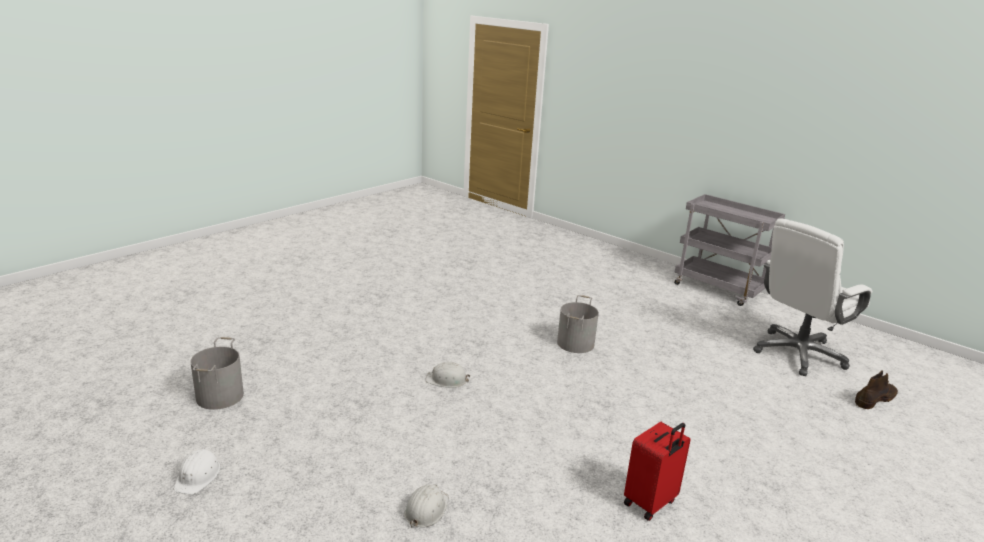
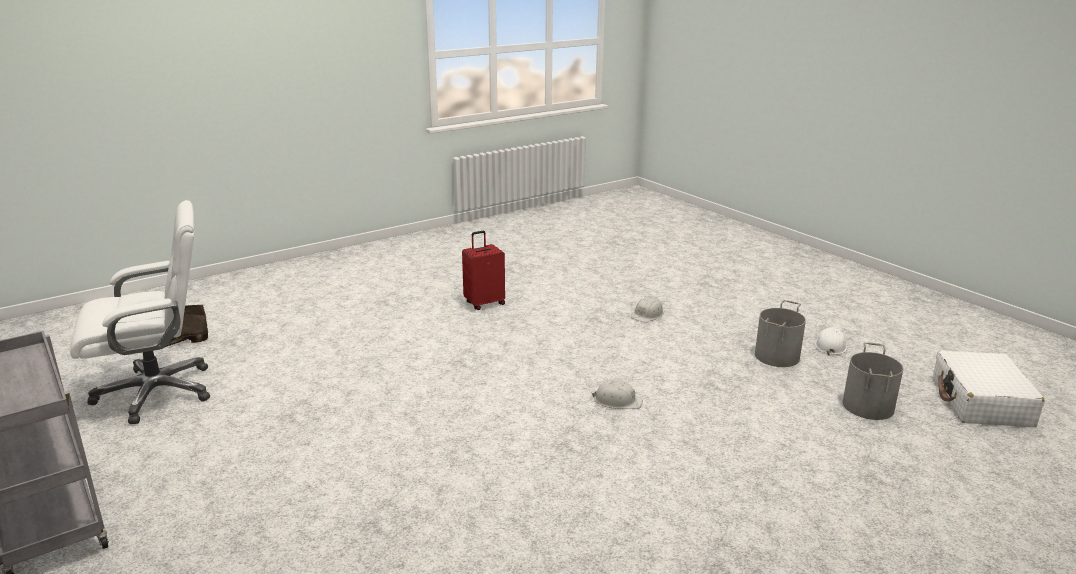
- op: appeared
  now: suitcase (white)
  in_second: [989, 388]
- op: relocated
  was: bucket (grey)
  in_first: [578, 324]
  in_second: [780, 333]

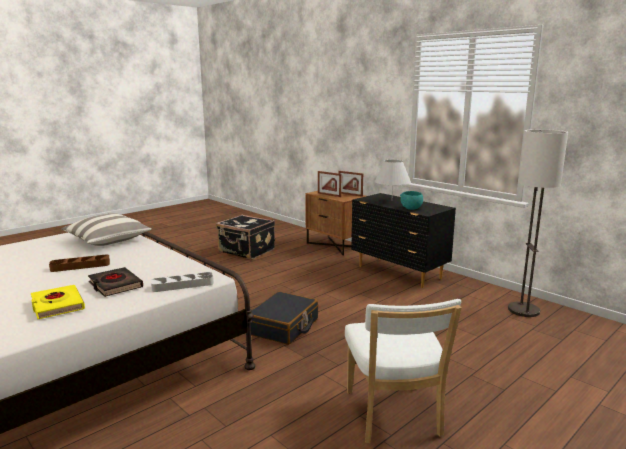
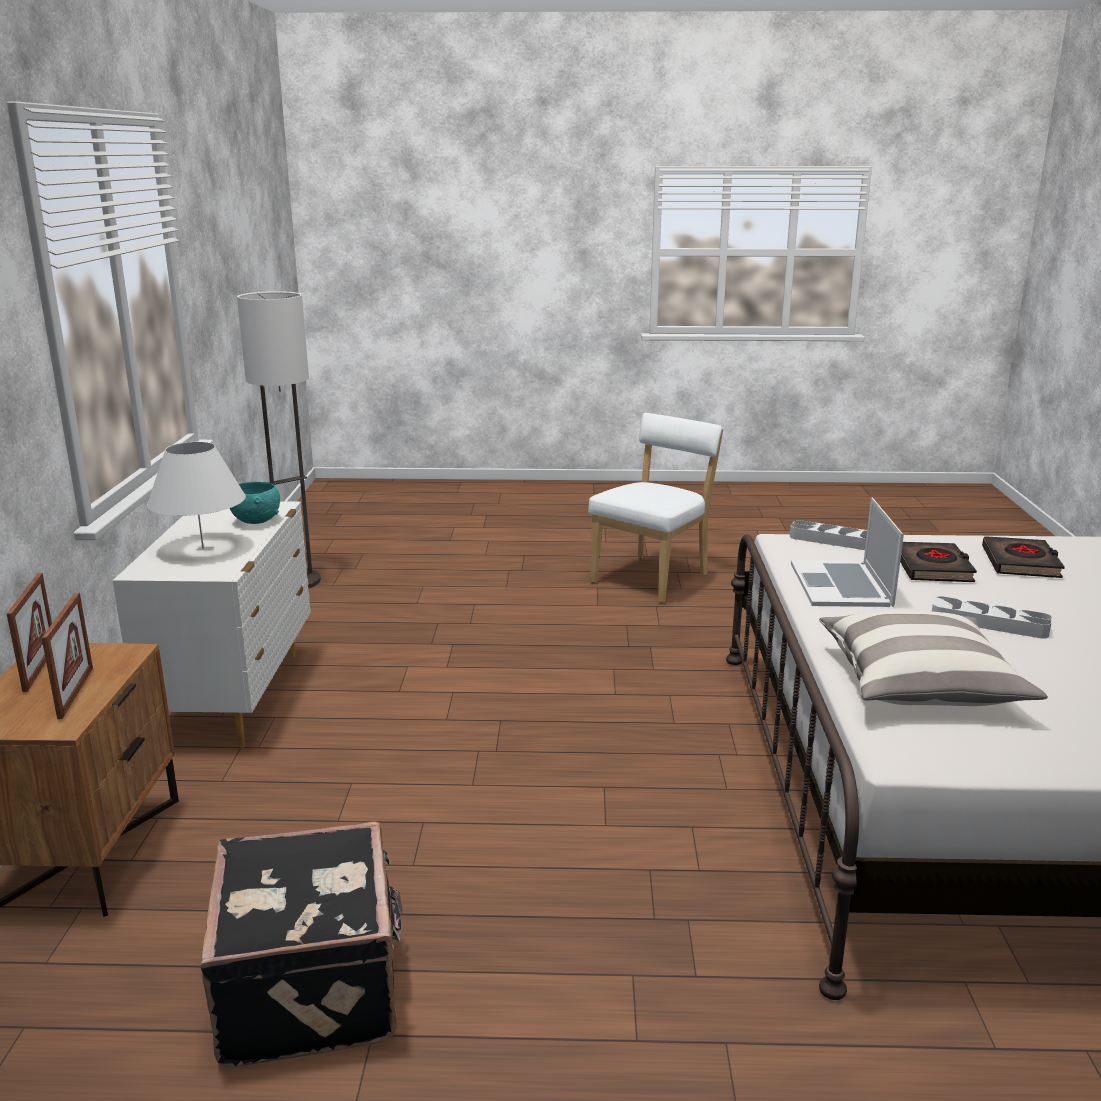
- op: missing
  was: suitcase (black)
  in_first: [284, 318]
- op: appeared
  now: laptop
  in_second: [847, 552]
- op: colour
  was: book (yellow)
  now: book (black)
  in_first: [58, 302]
  in_second: [1023, 557]
- op: colour
  was: tray (brown)
  now: tray (grey)
  in_first: [79, 263]
  in_second: [992, 617]
- op: colour
  was: dresser (black)
  now: dresser (white)
  in_first: [403, 240]
  in_second: [212, 624]

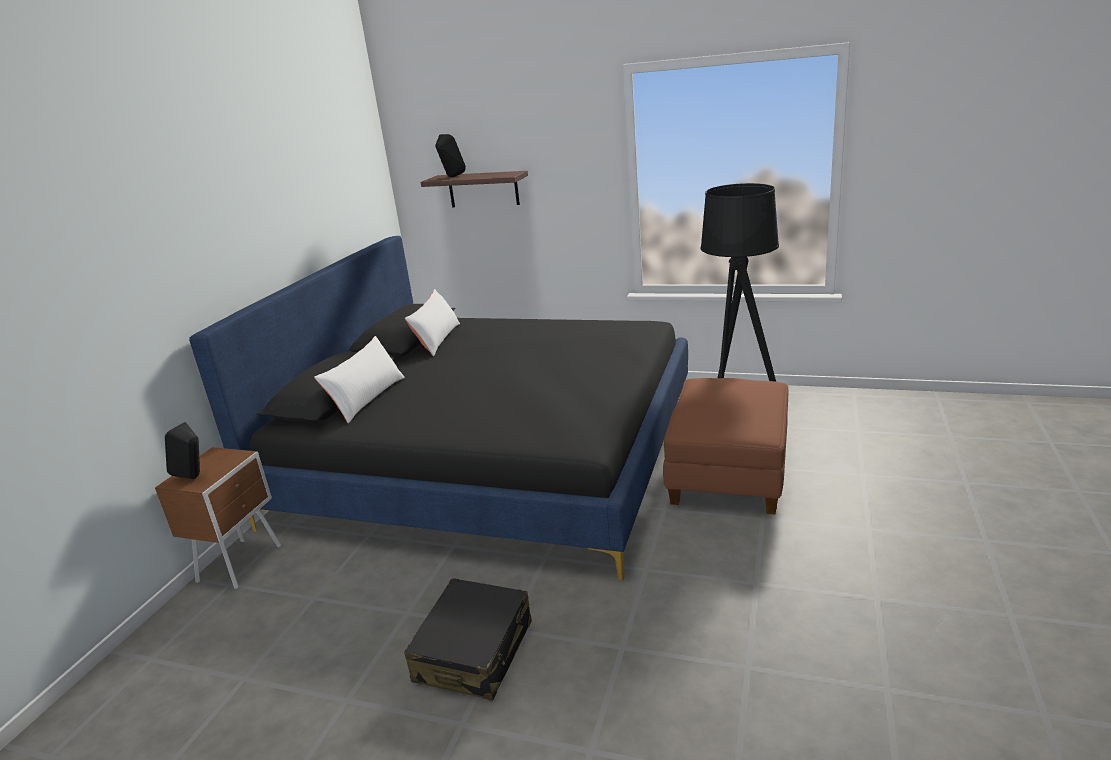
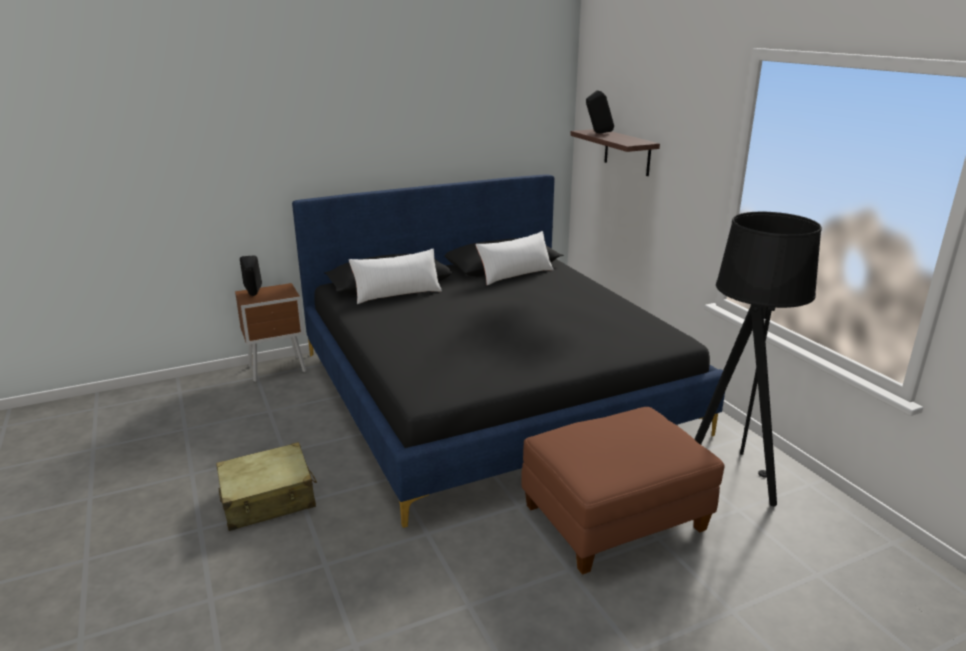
- op: colour
  was: suitcase (black)
  now: suitcase (beige)
  in_first: [468, 639]
  in_second: [266, 486]

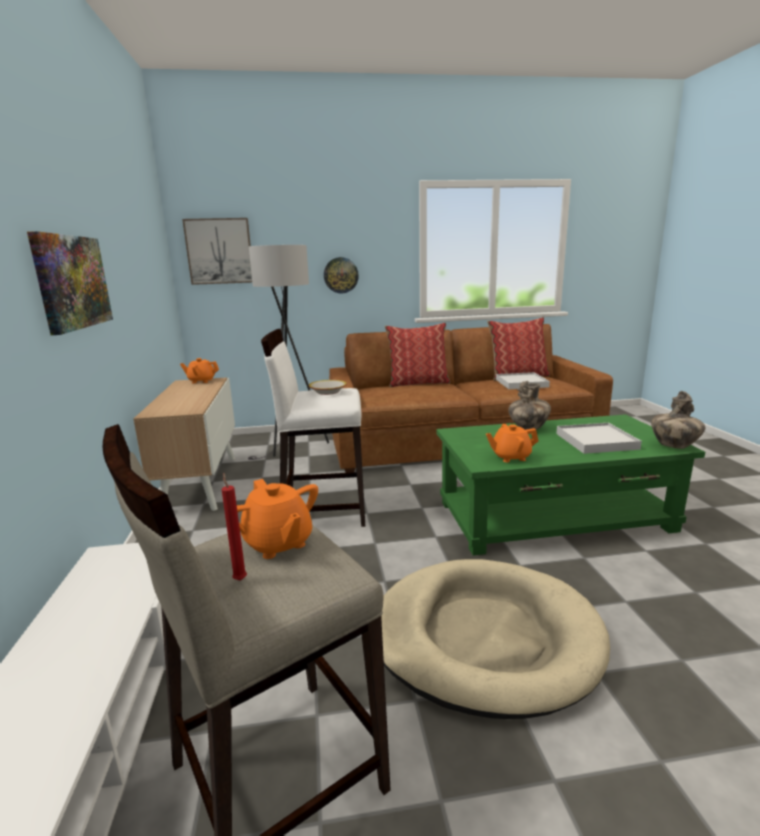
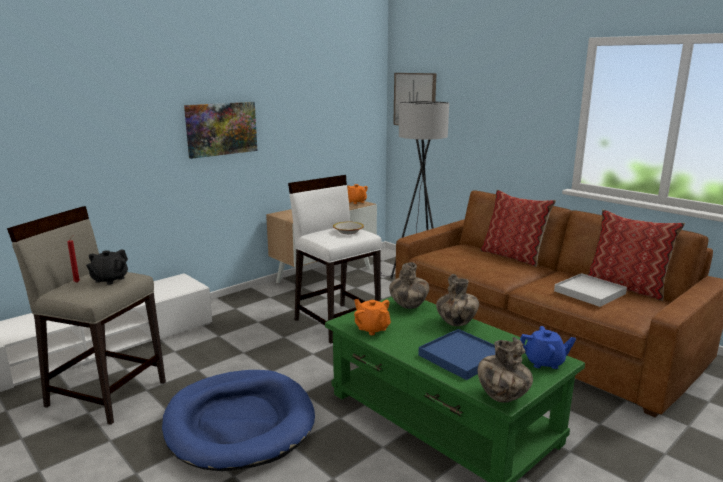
- op: missing
  was: wall clock
  in_first: [341, 275]
- op: appeared
  now: vase
  in_second: [409, 285]
- op: appeared
  now: teapot (blue)
  in_second: [548, 347]
- op: colour
  was: teapot (orange)
  now: teapot (black)
  in_first: [277, 519]
  in_second: [107, 267]
- op: colour
  was: dog bed (beige)
  now: dog bed (blue)
  in_first: [495, 639]
  in_second: [238, 420]
- op: colour
  was: tray (white)
  now: tray (blue)
  in_first: [599, 438]
  in_second: [456, 354]

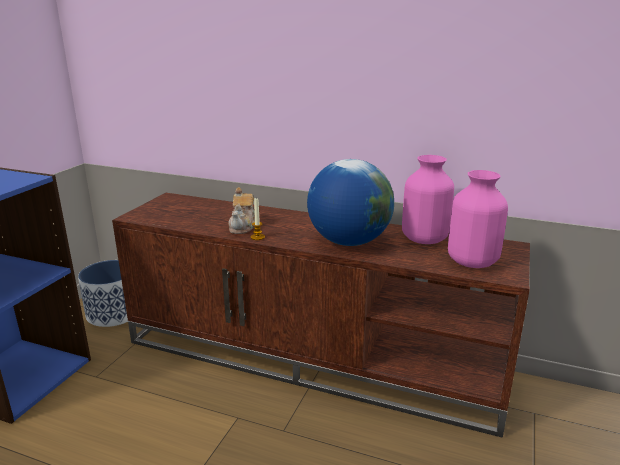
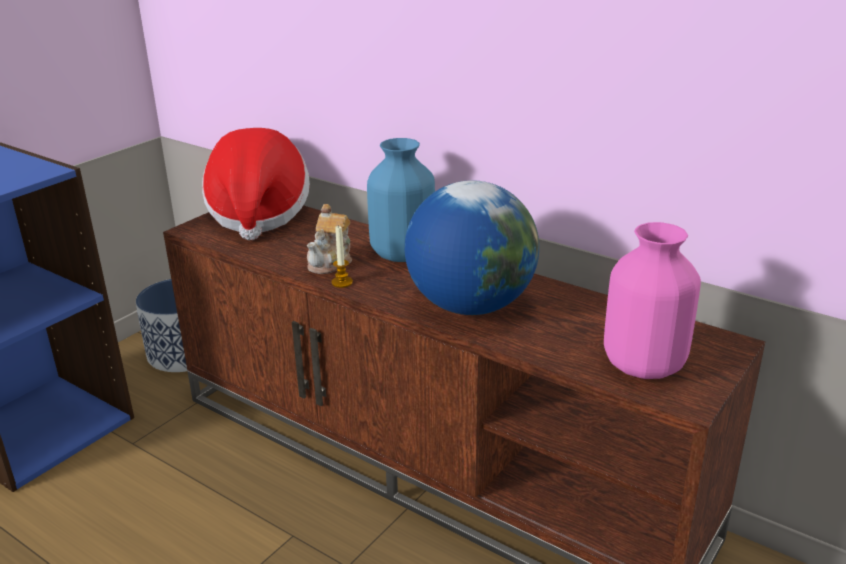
- op: missing
  was: vase (pink)
  in_first: [428, 199]
- op: appeared
  now: hat
  in_second: [256, 184]
- op: appeared
  now: vase (blue)
  in_second: [401, 200]

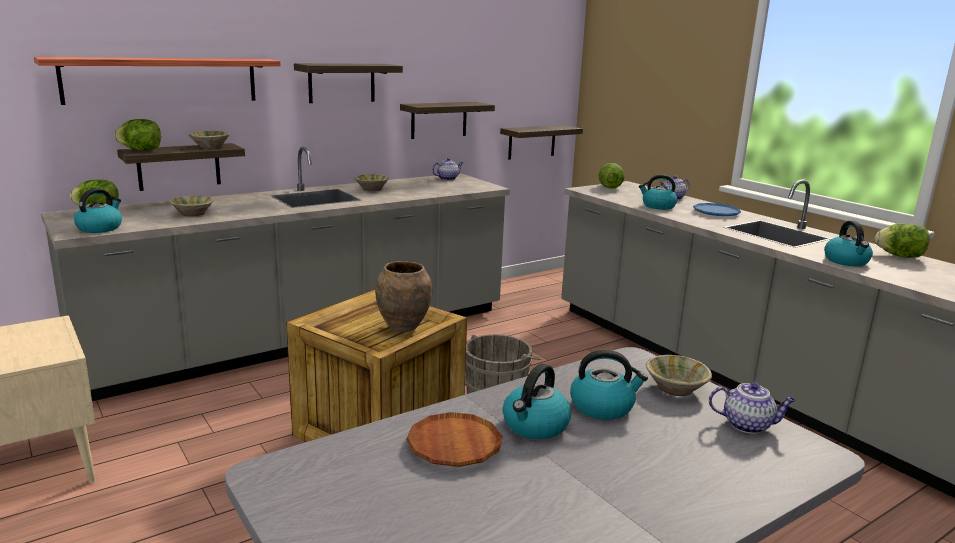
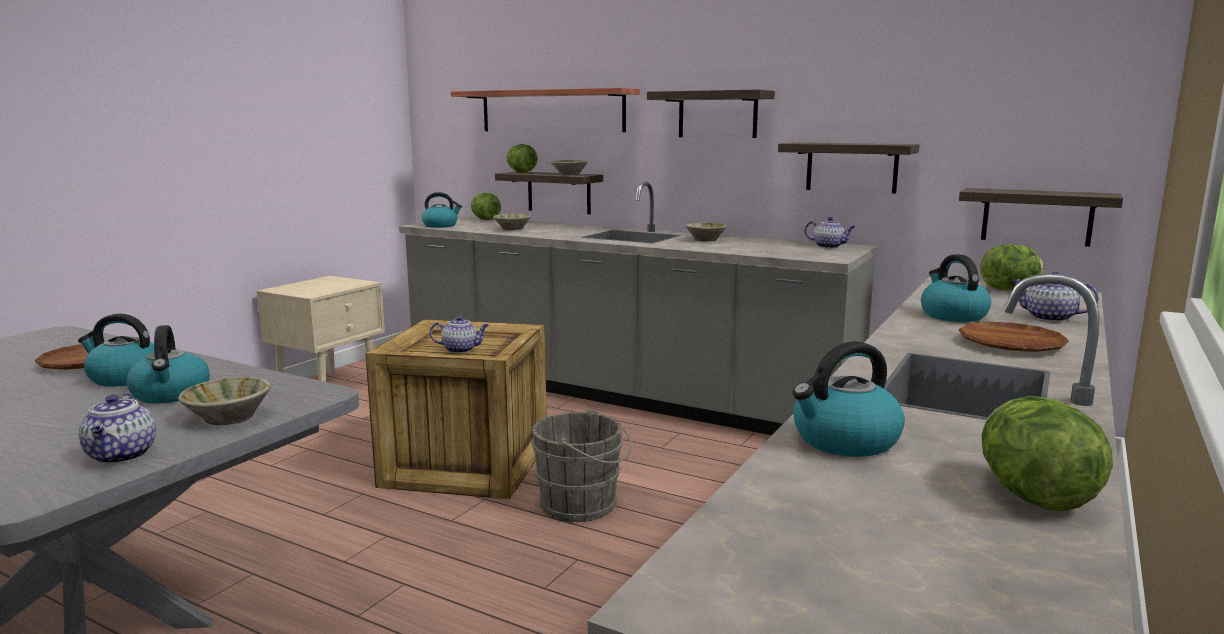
- op: exchanged
  was: vase (brown)
  now: teapot
  in_first: [403, 296]
  in_second: [459, 334]
- op: colour
  was: plate (blue)
  now: plate (brown)
  in_first: [717, 209]
  in_second: [1014, 337]

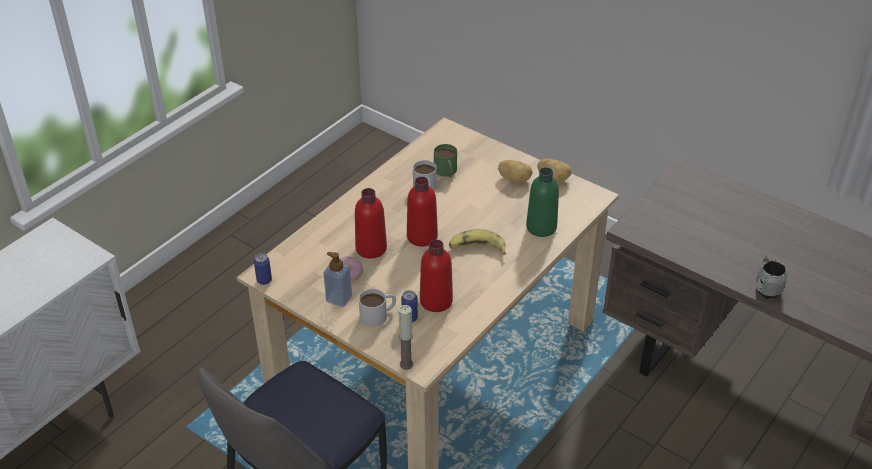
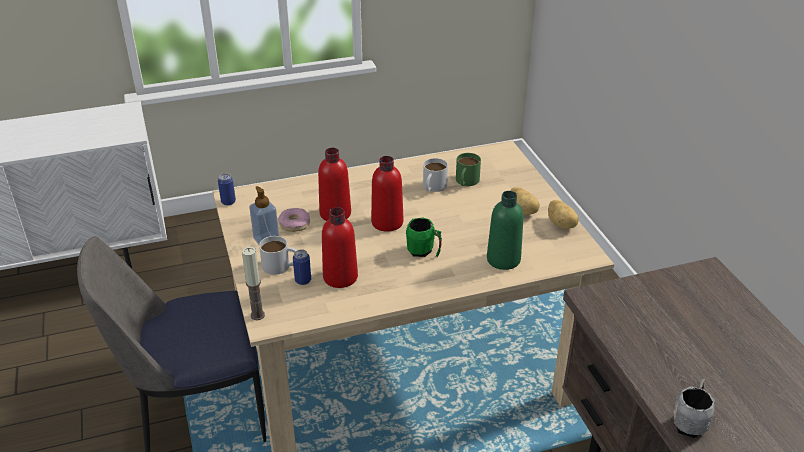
- op: exchanged
  was: banana
  now: mug (green)
  in_first: [477, 242]
  in_second: [424, 237]

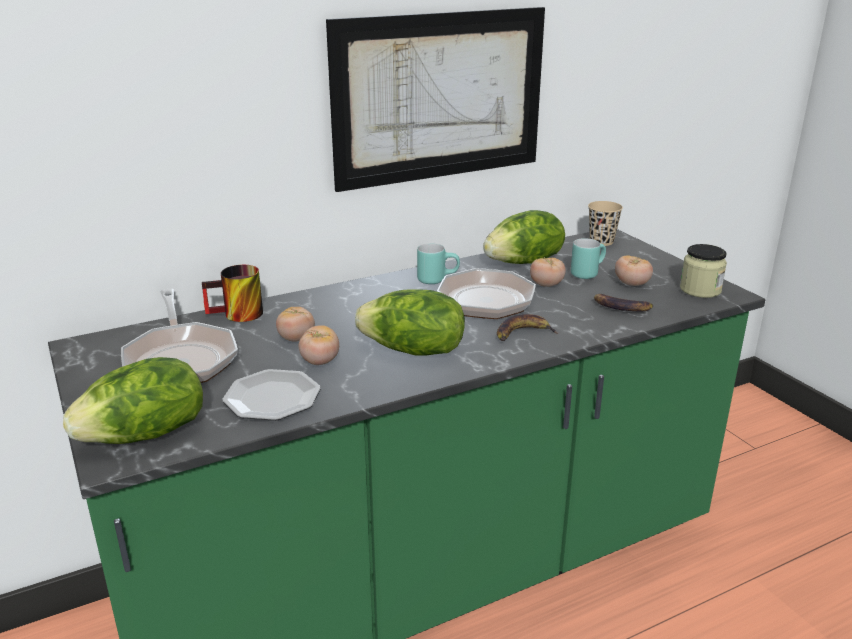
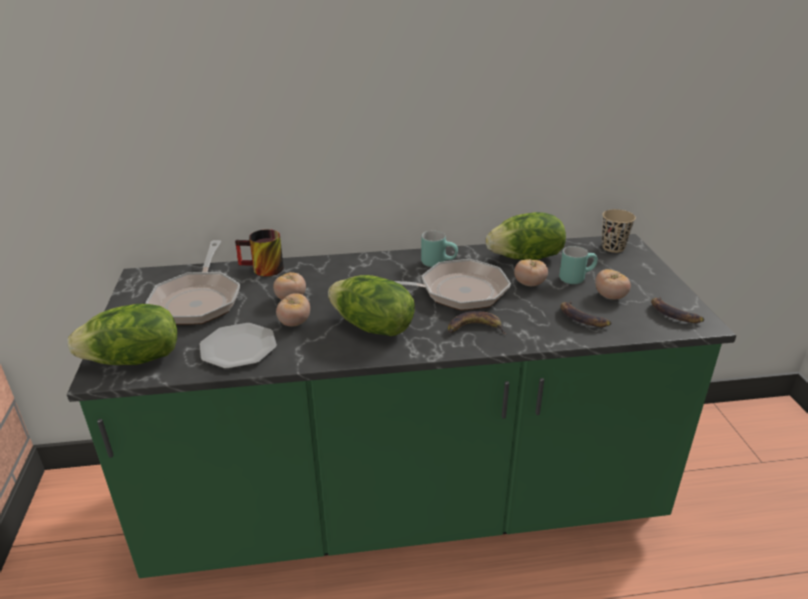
- op: missing
  was: picture
  in_first: [435, 99]
- op: exchanged
  was: jar
  now: banana
  in_first: [703, 271]
  in_second: [677, 310]

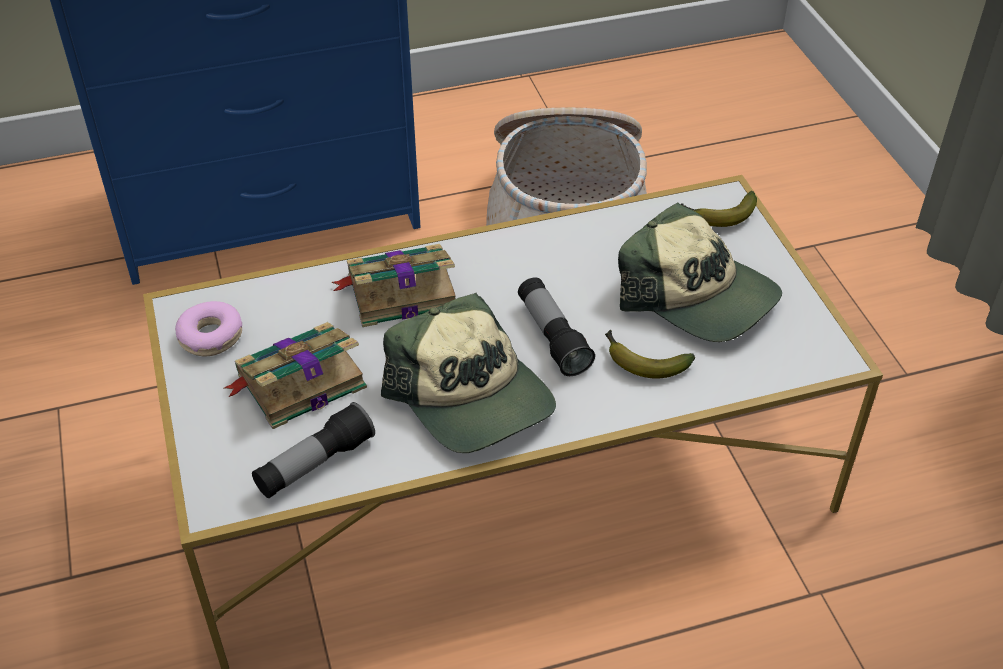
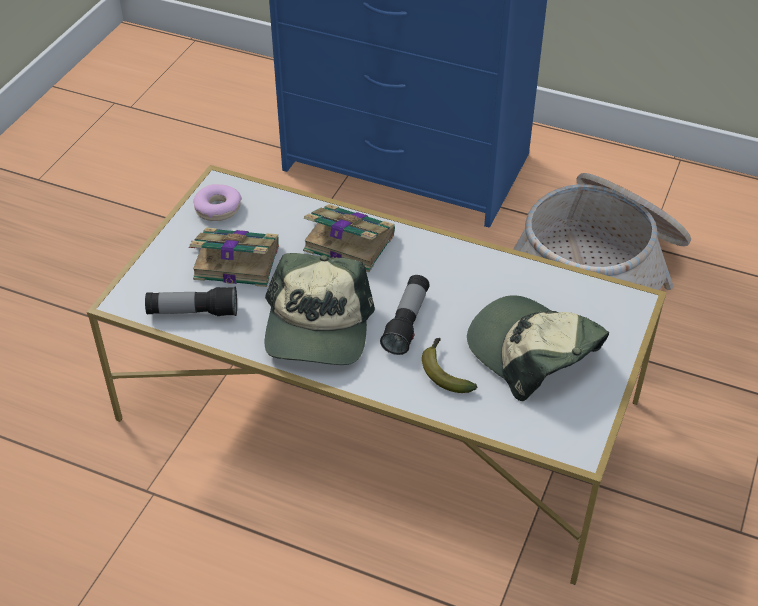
- op: missing
  was: banana
  in_first: [719, 209]
- op: spun
  was: cap
  in_first: [700, 272]
  in_second: [538, 348]
  clockwise: 150

